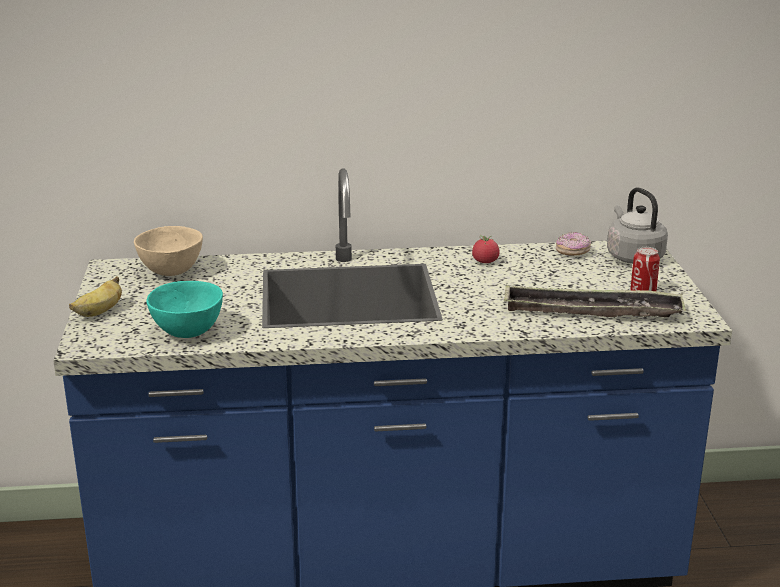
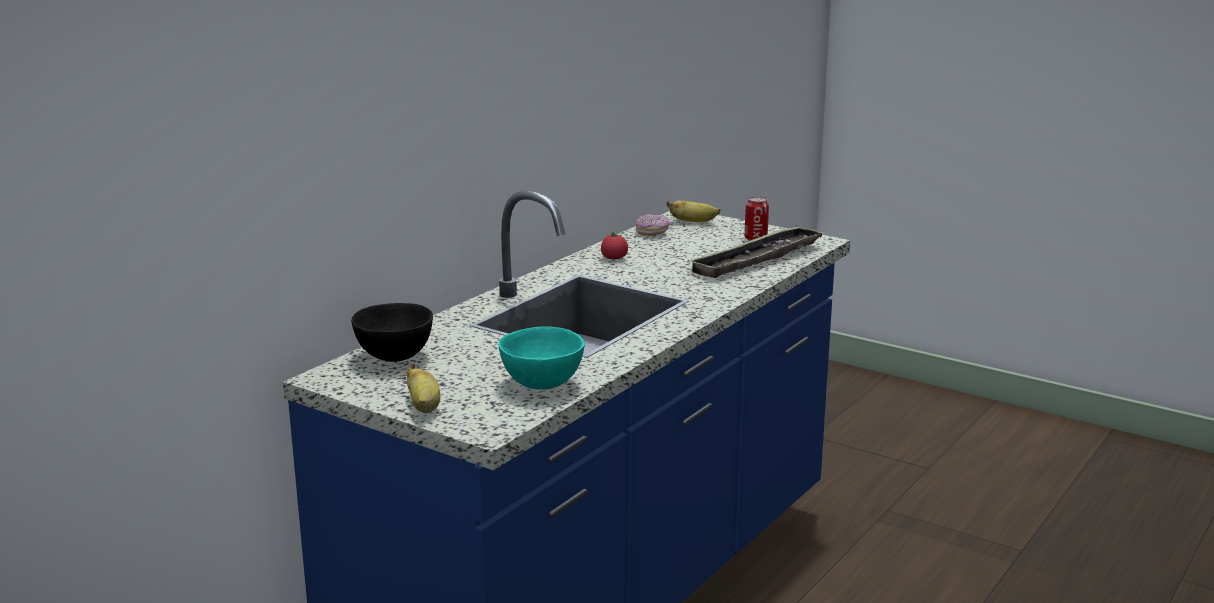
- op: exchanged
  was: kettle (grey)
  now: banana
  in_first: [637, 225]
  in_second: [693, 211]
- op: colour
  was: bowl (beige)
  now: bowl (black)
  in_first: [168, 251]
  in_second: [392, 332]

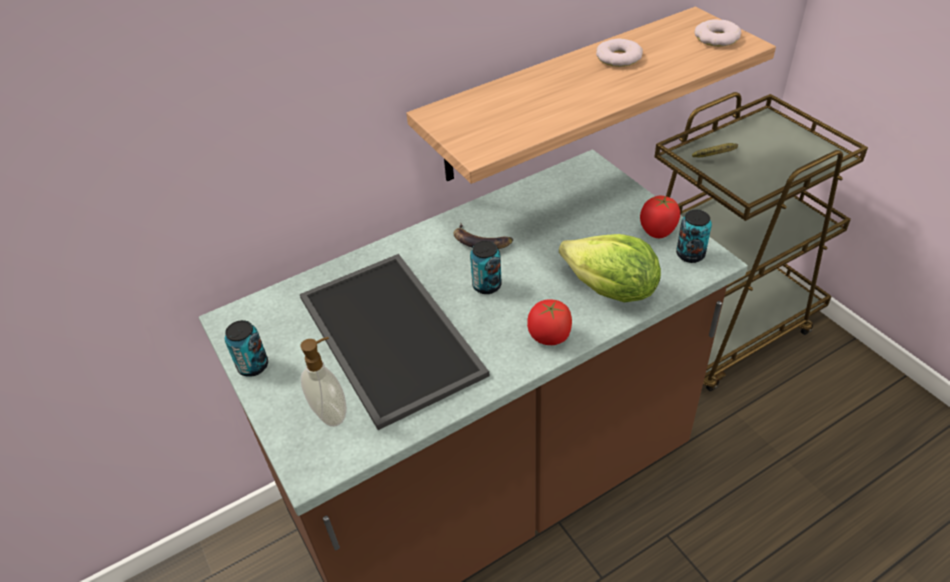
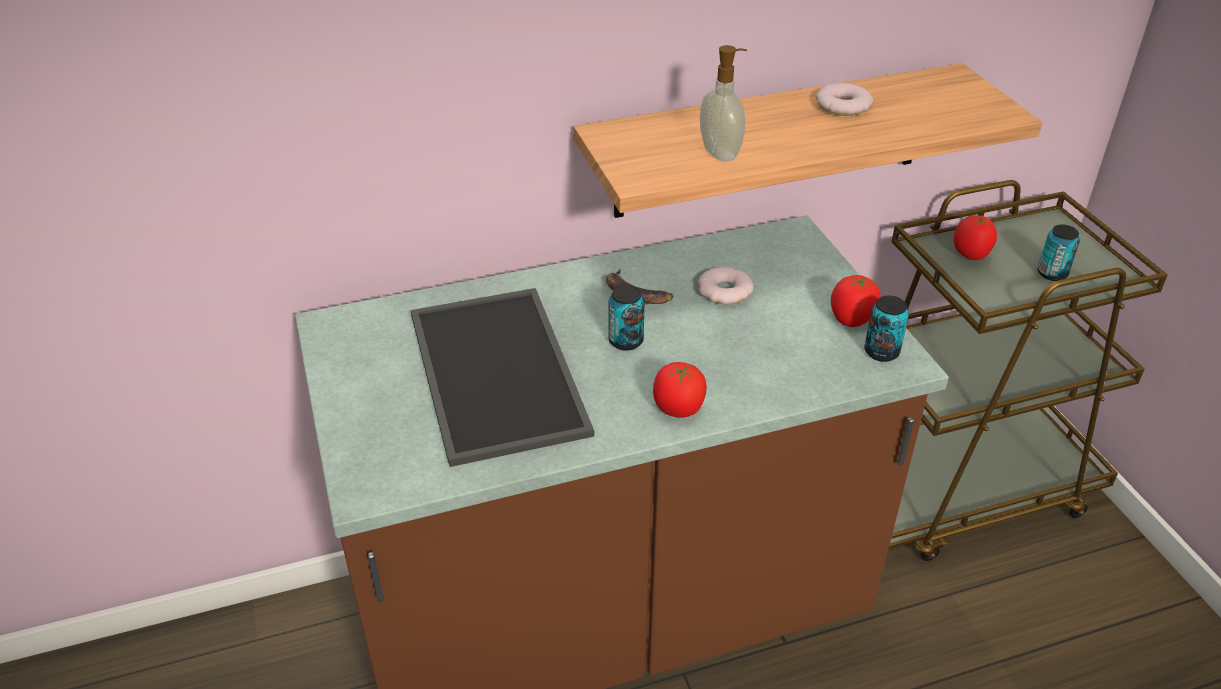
- op: missing
  was: lettuce
  in_first: [610, 268]
- op: relocated
  was: can
  in_first: [246, 348]
  in_second: [1059, 252]
- op: relocated
  was: soap dispenser
  in_first: [323, 382]
  in_second: [723, 103]
- op: relocated
  was: donut
  in_first: [717, 33]
  in_second: [726, 286]
- op: exchanged
  was: banana
  now: tomato
  in_first: [715, 150]
  in_second: [975, 237]

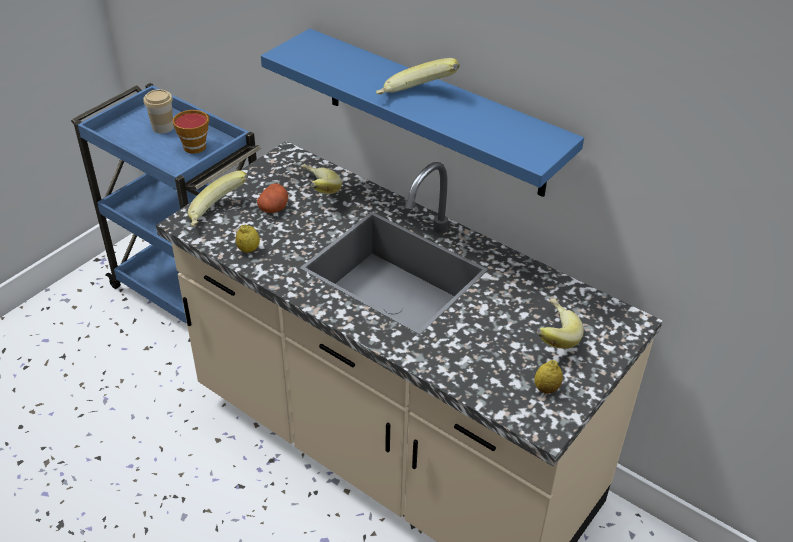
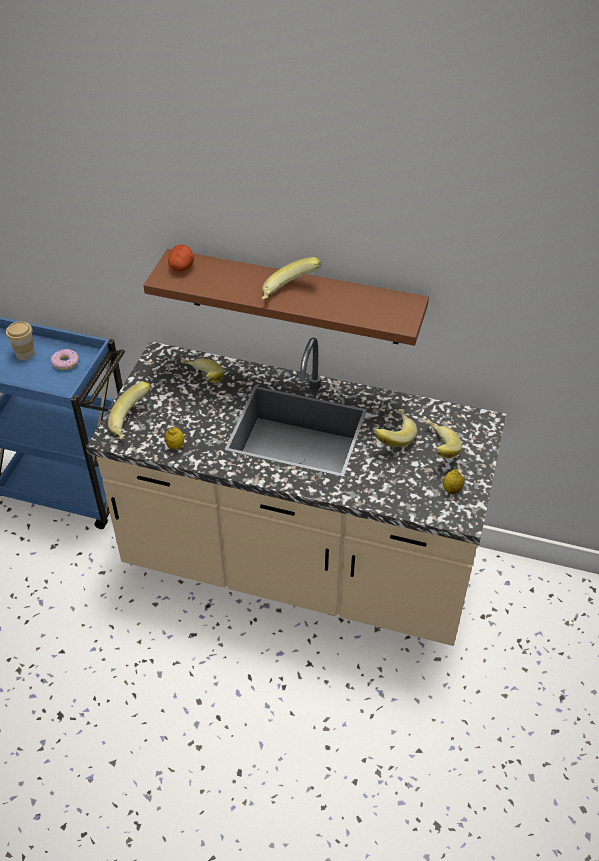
- op: appeared
  now: banana
  in_second: [395, 428]
- op: relocated
  was: potato
  in_first: [272, 198]
  in_second: [181, 257]
- op: exchanged
  was: cup
  now: donut
  in_first: [191, 132]
  in_second: [65, 359]
- op: colour
  was: shelf (blue)
  now: shelf (brown)
  in_first: [422, 112]
  in_second: [286, 297]

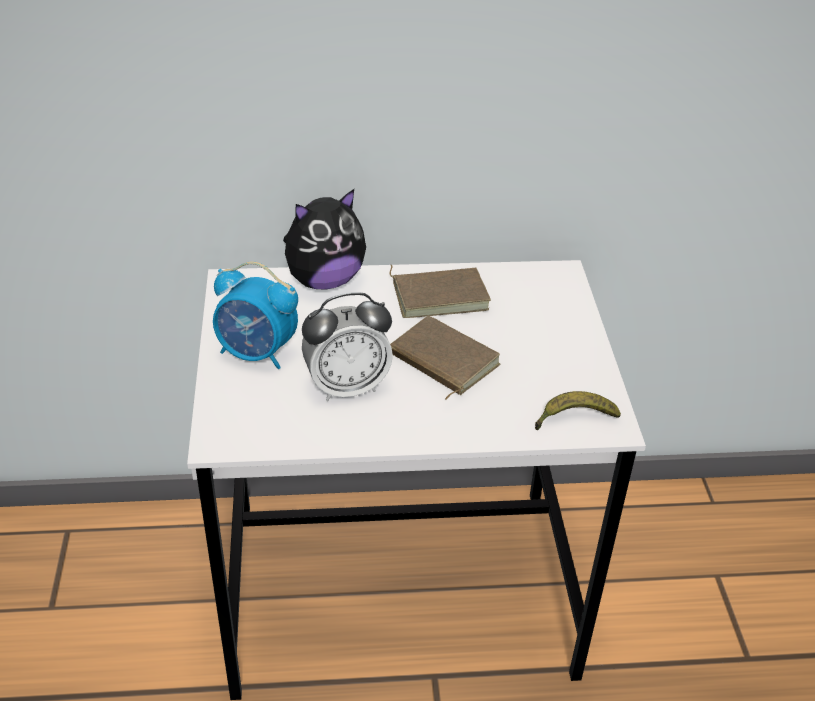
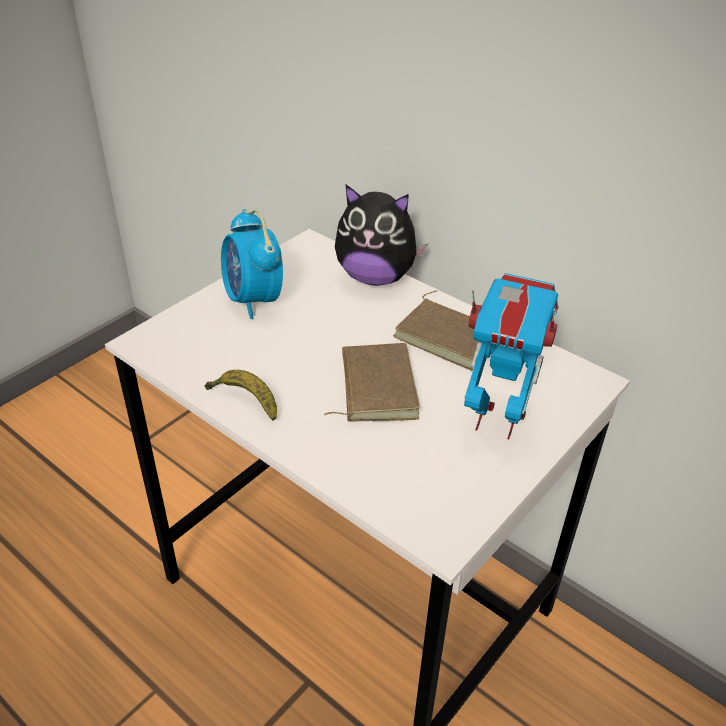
- op: missing
  was: alarm clock
  in_first: [347, 346]
- op: appeared
  now: toy robot
  in_second: [511, 356]
- op: relocated
  was: banana
  in_first: [578, 410]
  in_second: [240, 395]

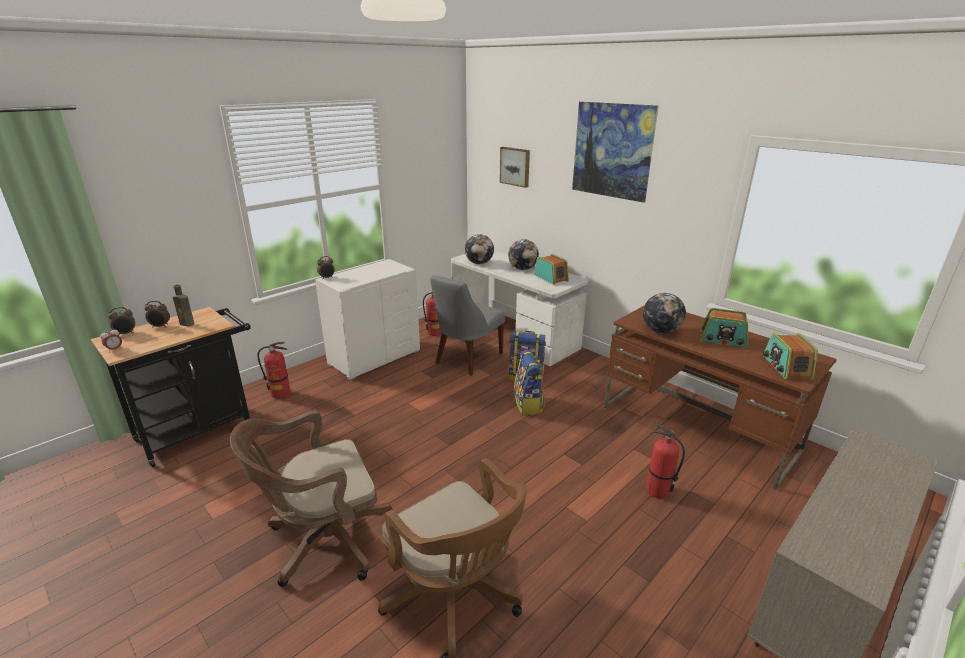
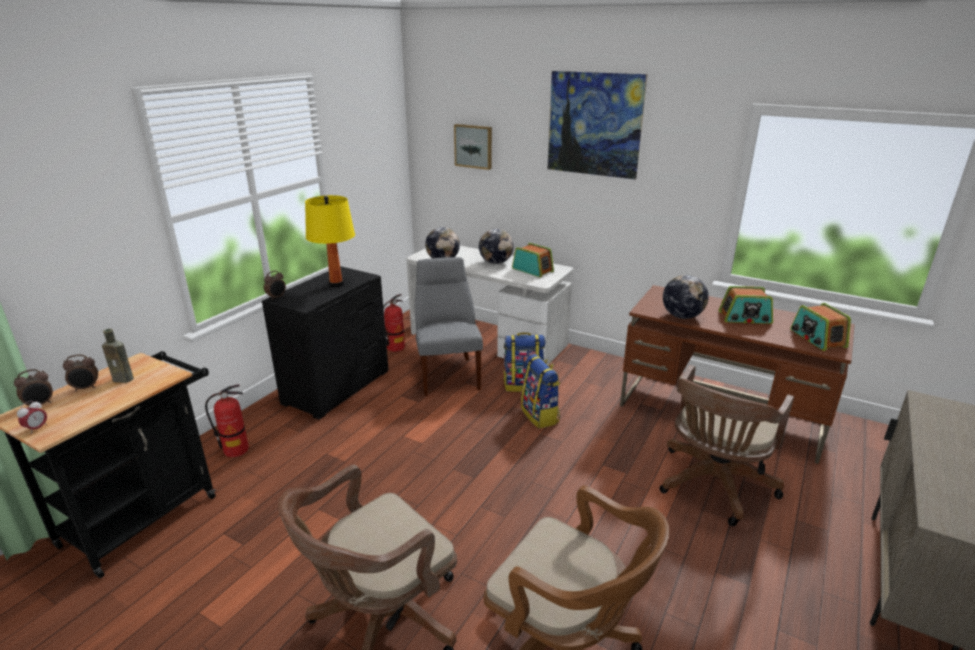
- op: appeared
  now: table lamp (yellow)
  in_second: [330, 241]
- op: exchanged
  was: fire extinguisher
  now: office chair (brown)
  in_first: [665, 461]
  in_second: [727, 445]
- op: colour
  was: dresser (white)
  now: dresser (black)
  in_first: [367, 319]
  in_second: [325, 343]
- op: spun
  was: chair (grey)
  in_first: [467, 325]
  in_second: [449, 326]
  clockwise: 150

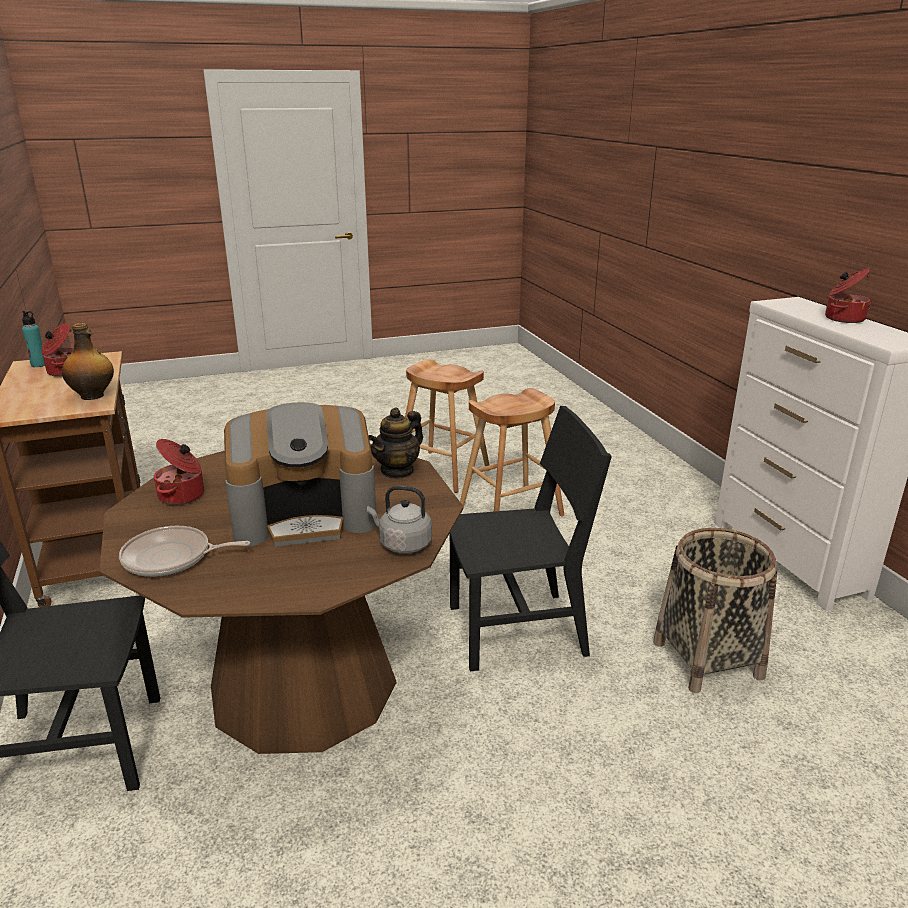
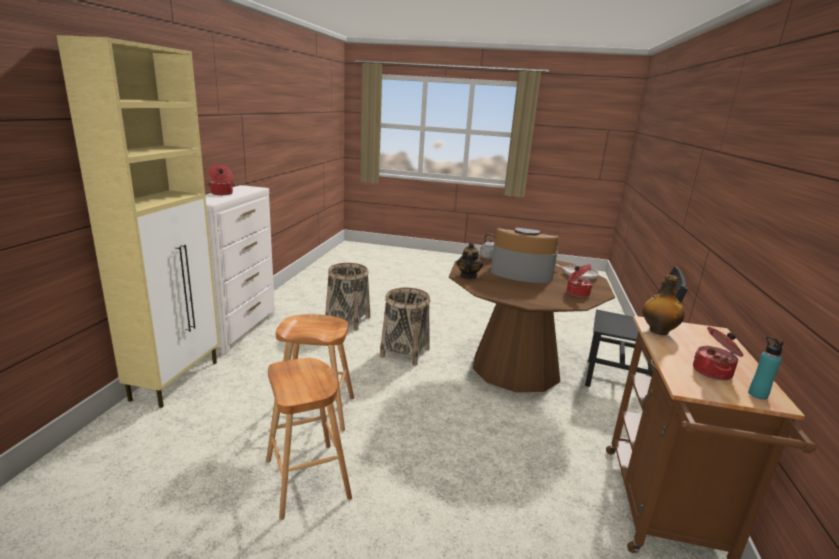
- op: appeared
  now: cabinet (beige)
  in_second: [138, 221]
- op: exchanged
  was: chair (black)
  now: basket
  in_first: [531, 539]
  in_second: [405, 327]
- op: spun
  was: teapot
  in_first: [396, 443]
  in_second: [470, 260]
  clockwise: -60

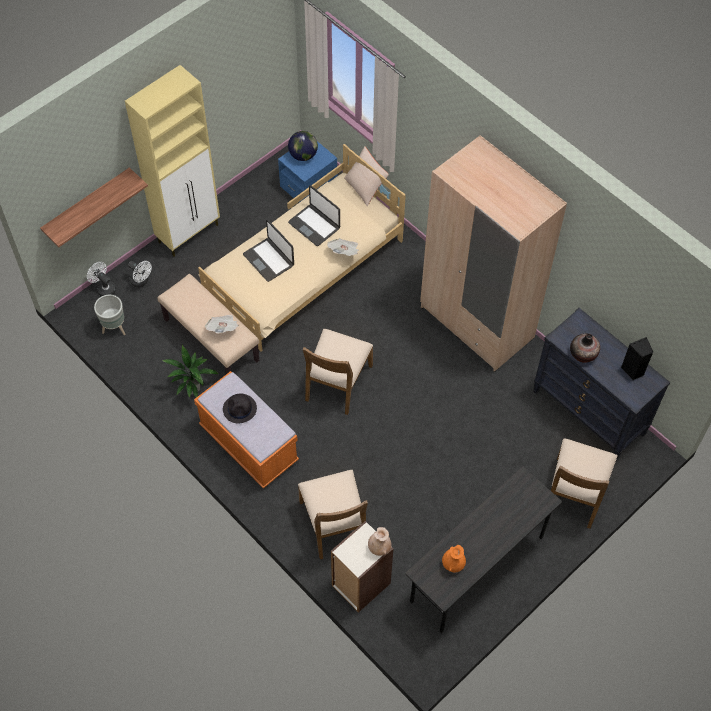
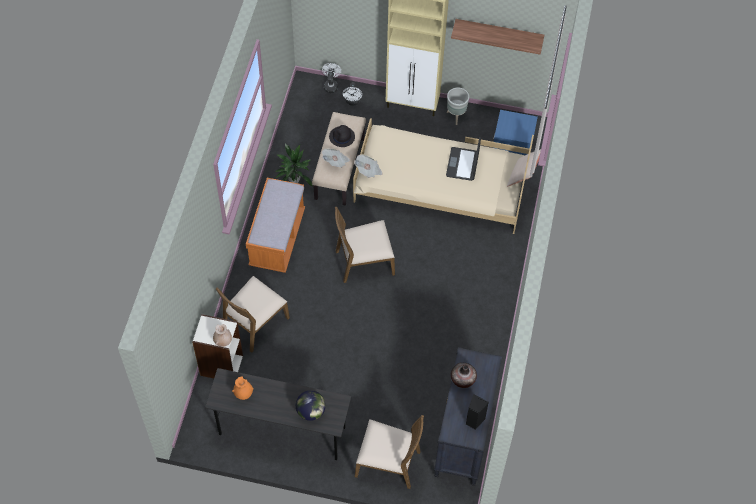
- op: missing
  was: laptop
  in_first: [268, 250]
- op: missing
  was: wardrobe (beige)
  in_first: [493, 253]
- op: relocated
  was: shelf
  in_first: [94, 207]
  in_second: [497, 37]
- op: relocated
  was: planter (grey)
  in_first: [109, 315]
  in_second: [458, 106]
- op: relocated
  was: hat (black)
  in_first: [240, 409]
  in_second: [342, 136]
- op: relocated
  was: globe
  in_first: [303, 146]
  in_second: [311, 405]
- op: relocated
  was: newspaper
  in_first: [343, 247]
  in_second: [368, 166]
- op: spun
  was: chair (brown)
  in_first: [584, 483]
  in_second: [389, 452]
  clockwise: -150

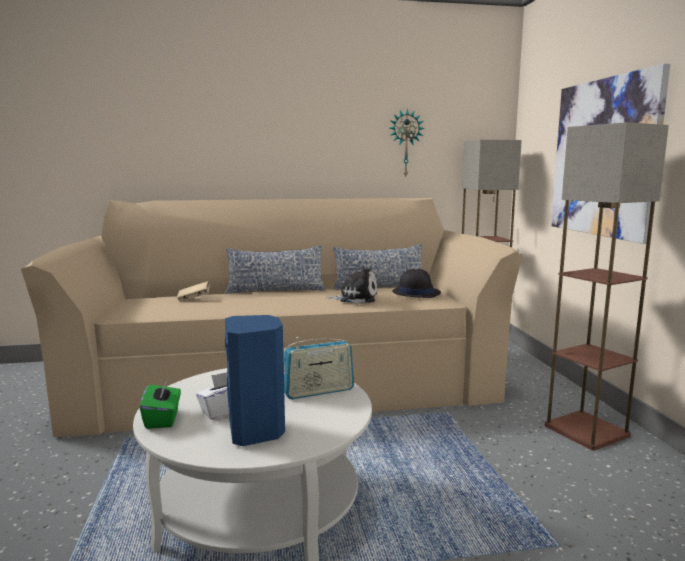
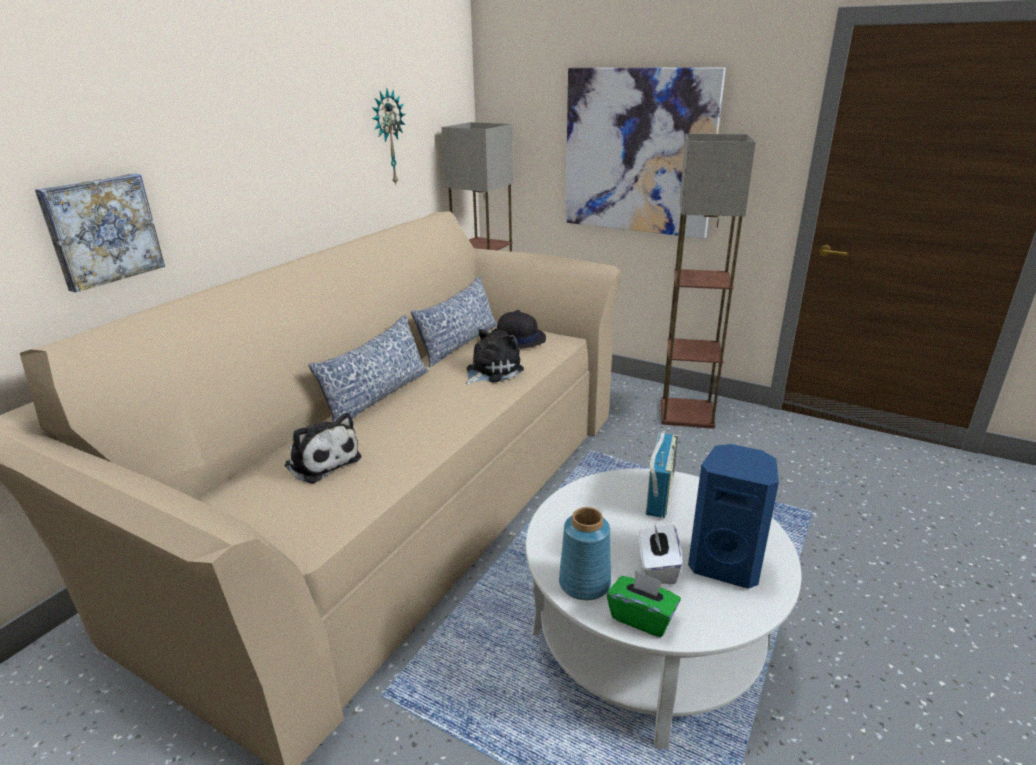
- op: appeared
  now: picture
  in_second: [100, 232]
- op: appeared
  now: vase (blue)
  in_second: [585, 553]
- op: exchanged
  was: book (beige)
  now: plush toy
  in_first: [193, 291]
  in_second: [323, 448]

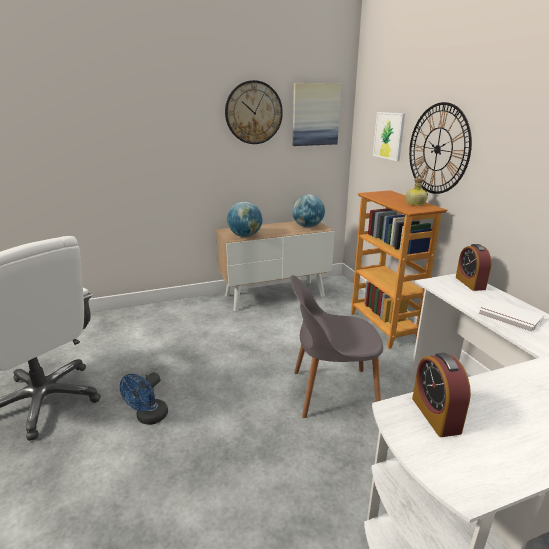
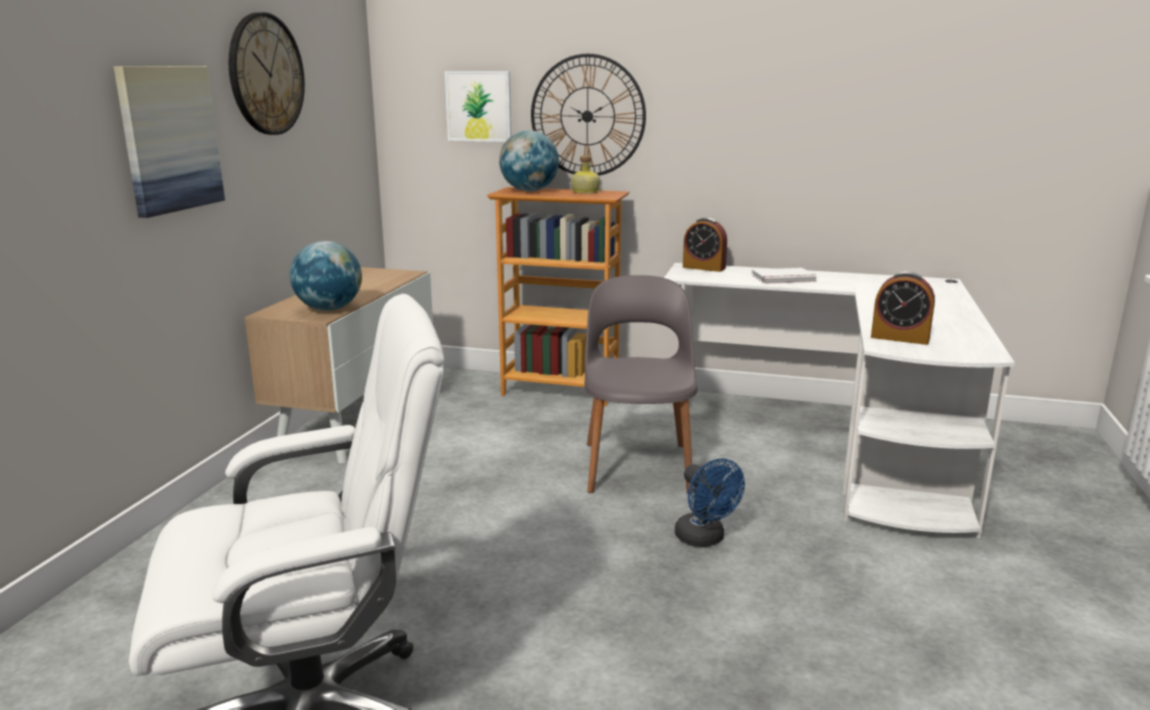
- op: relocated
  was: fan (blue)
  in_first: [144, 398]
  in_second: [710, 502]
- op: relocated
  was: globe
  in_first: [308, 210]
  in_second: [529, 160]
- op: relocated
  was: picture
  in_first: [317, 114]
  in_second: [169, 142]
- op: spun
  was: chair (grey)
  in_first: [336, 346]
  in_second: [641, 384]
  clockwise: 150

